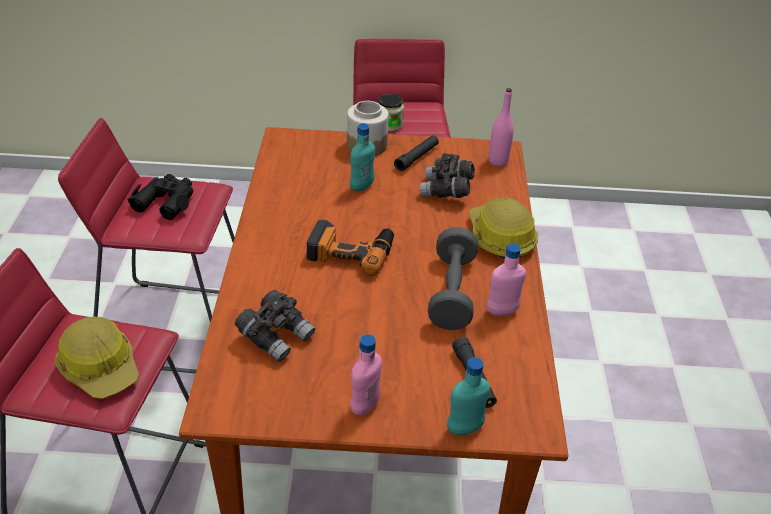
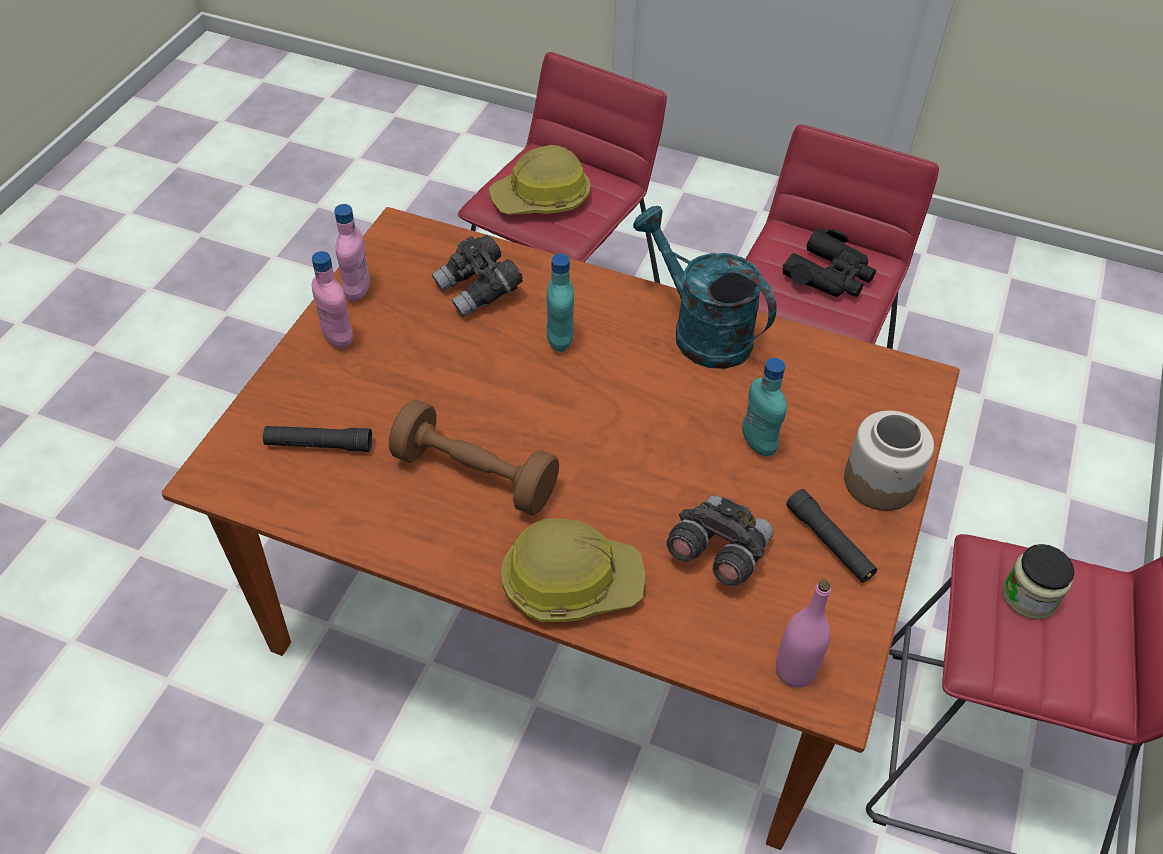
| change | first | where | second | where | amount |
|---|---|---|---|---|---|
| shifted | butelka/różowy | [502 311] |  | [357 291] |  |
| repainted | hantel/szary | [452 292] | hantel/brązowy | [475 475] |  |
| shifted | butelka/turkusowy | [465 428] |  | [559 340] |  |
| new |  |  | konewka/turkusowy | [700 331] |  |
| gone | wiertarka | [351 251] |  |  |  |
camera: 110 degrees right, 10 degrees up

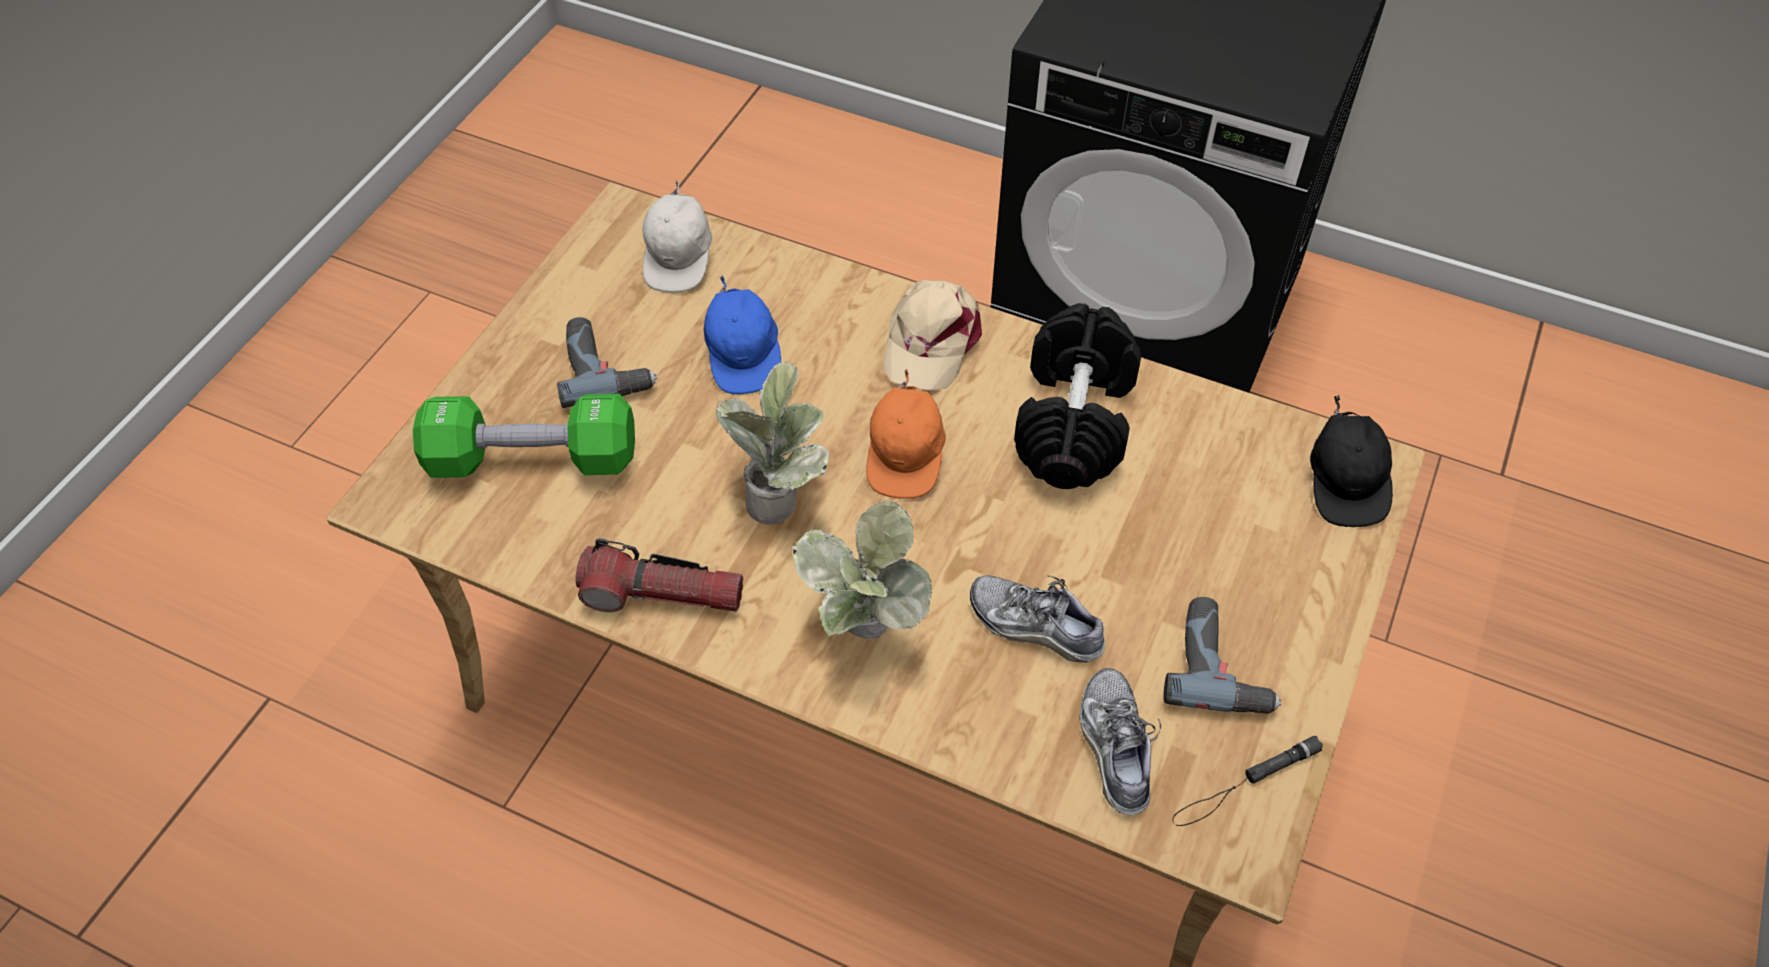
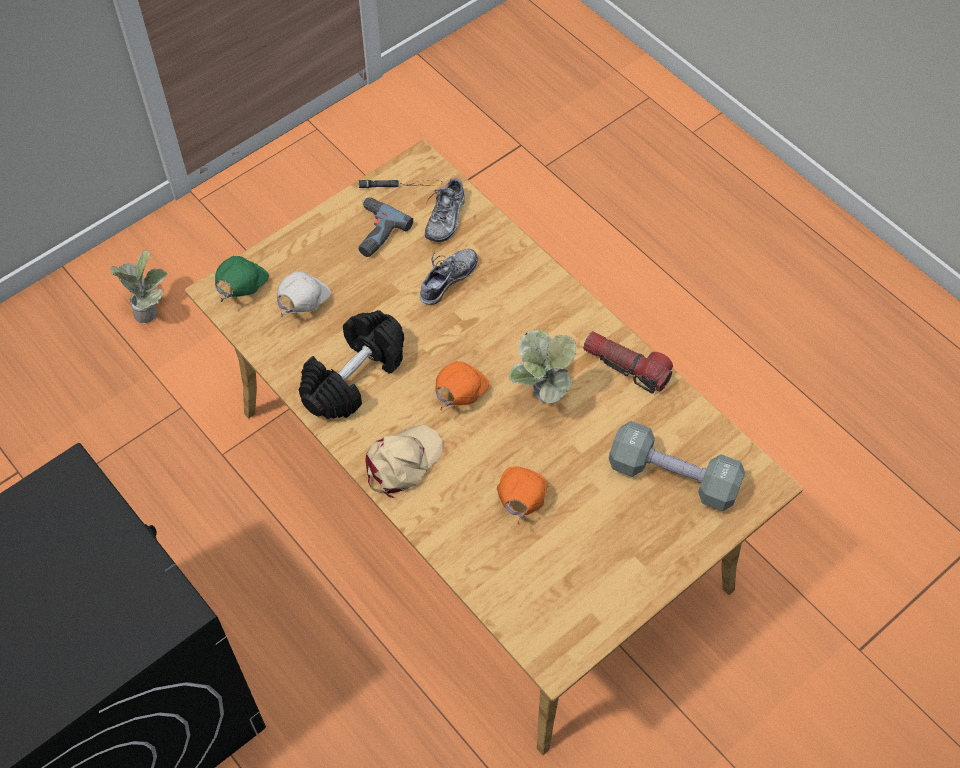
| change | first | where | second | where | amount |
|---|---|---|---|---|---|
| shifted | roślina doniczkowa | [864 635] |  | [150 309] |  |
| repainted | czapka z daszkiem/czarny | [1345 484] | czapka z daszkiem/zielony | [241 287] |  |
| shifted | czapka z daszkiem/biały | [680 259] |  | [303 302] |  |
| rotated | but | [1035 626] |  | [447 280] | 105 degrees counterclockwise |
| repainted | czapka z daszkiem/niebieski | [744 356] | czapka z daszkiem/pomarańczowy | [520 498] |  |
| repainted | hantel/zielony | [533 459] | hantel/szary | [673 476] |  |
| gone | wiertarka | [605 367] |  |  |  |
camera: 155 degrees left, 5 degrees up

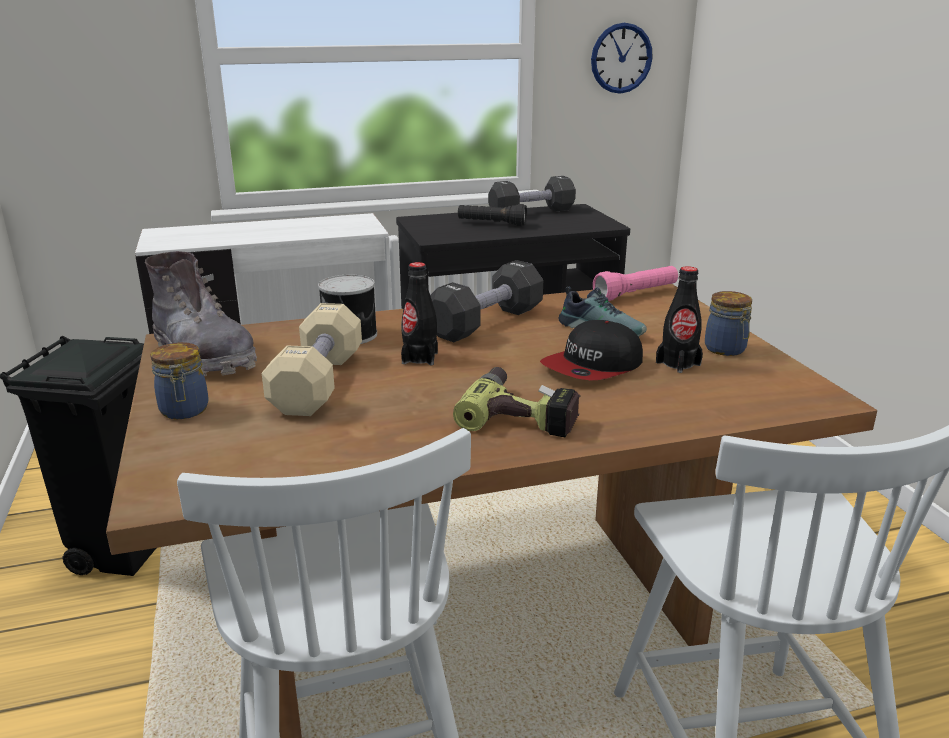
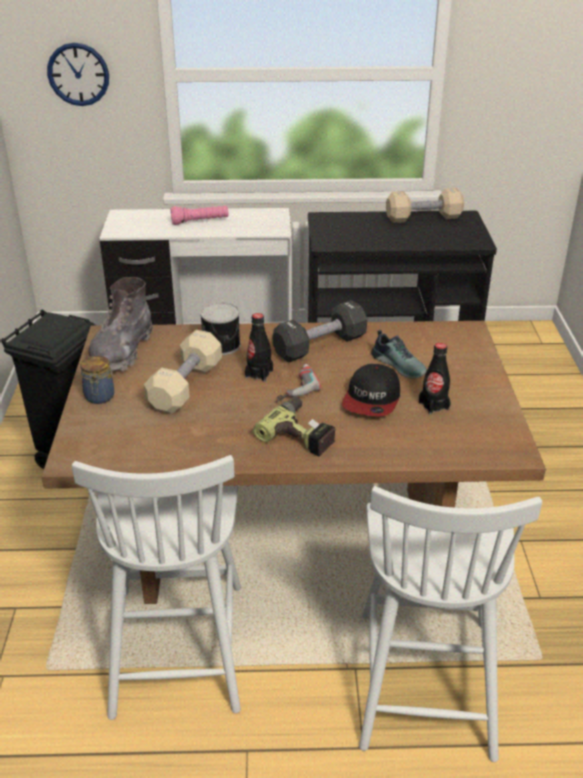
| change | first | where | second | where | amount |
|---|---|---|---|---|---|
| shifted | zegar ścienny | [621 58] |  | [78 74] |  |
| rotated | but z cholewką/szary | [204 356] |  | [122 351] | 45 degrees clockwise |
| shifted | latarka/różowy | [636 294] |  | [200 222] |  |
| new |  |  | wiertarka | [292 387] |  |
| rotated | czapka z daszkiem | [593 367] |  | [372 399] | 45 degrees counterclockwise |
| repainted | hantel/czarny | [531 212] | hantel/beżowy | [423 218] |  |
| gone | latarka/czarny | [491 224] |  |  |  |
| gone | słoik | [726 349] |  |  |  |
camera: 15 degrees right, 10 degrees up

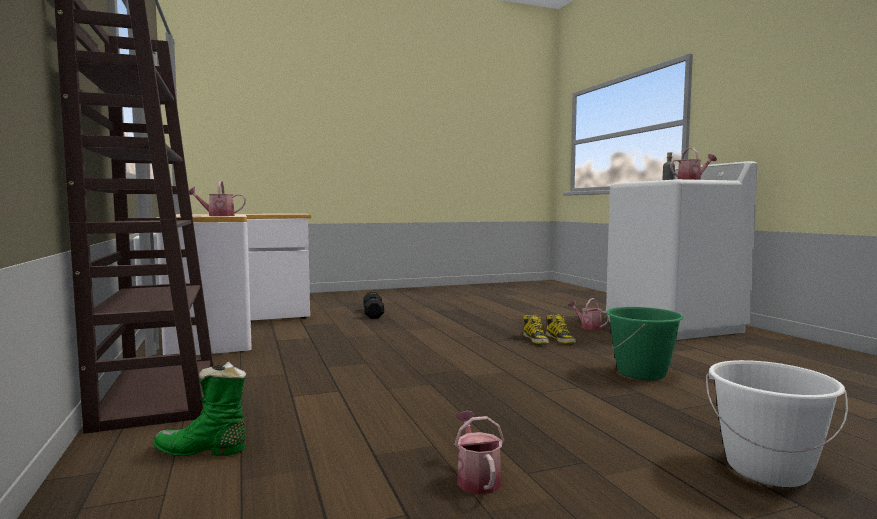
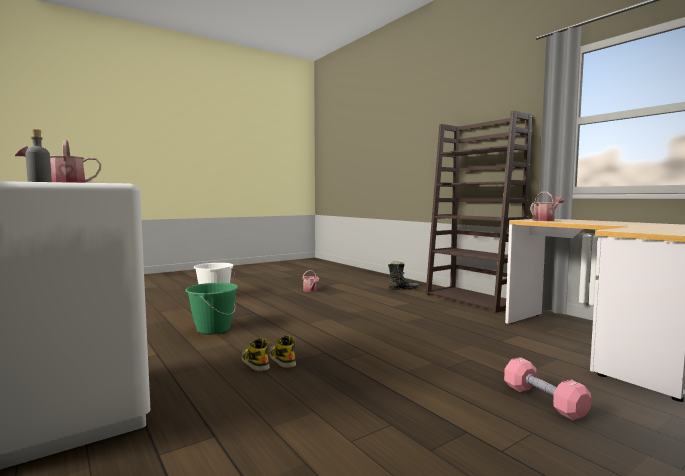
| change | first | where | second | where | amount |
|---|---|---|---|---|---|
| repainted | but z cholewką/zielony | [201 450] | but z cholewką/czarny | [403 289] |  |
| repainted | hantel/czarny | [373 314] | hantel/różowy | [543 401] |  |
| gone | konewka | [588 327] |  |  |  |
camera: 165 degrees right, 0 degrees up

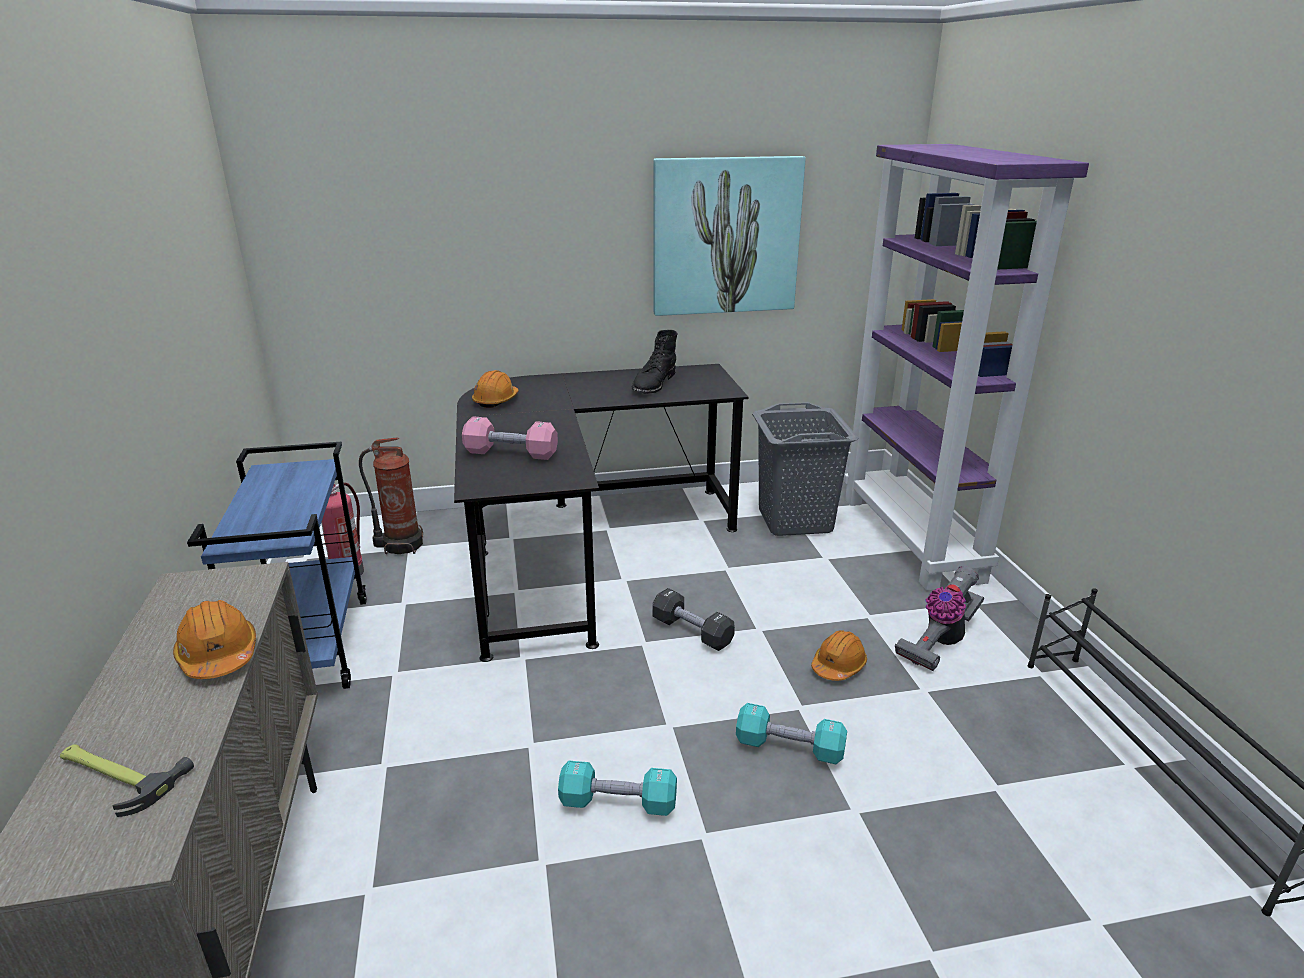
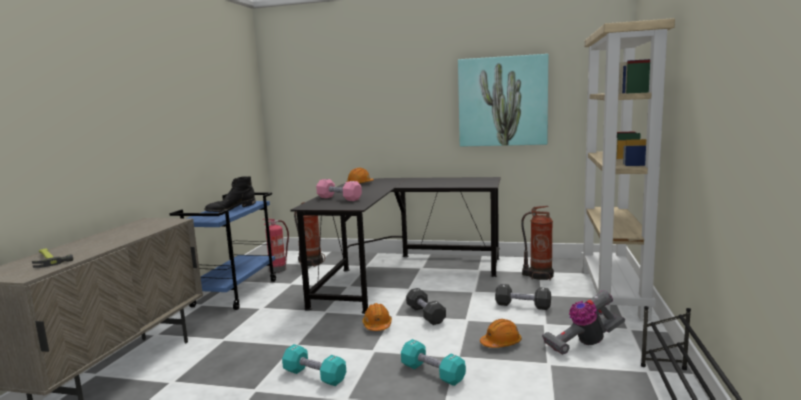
| change | first | where | second | where | amount |
|---|---|---|---|---|---|
| shifted | but z cholewką/czarny | [653 384] |  | [230 208] |  |
| shifted | kask/pomarańczowy | [218 655] |  | [377 325] |  |
| new |  |  | hantel/czarny | [522 306] |  |
| swapped | kosz na pranie/szary | [795 520] | gaśnica | [539 276] |  |
| repainted | regał/fioletowy | [912 538] | regał/beżowy | [614 293] |  |
camera: 25 degrees right, 15 degrees down

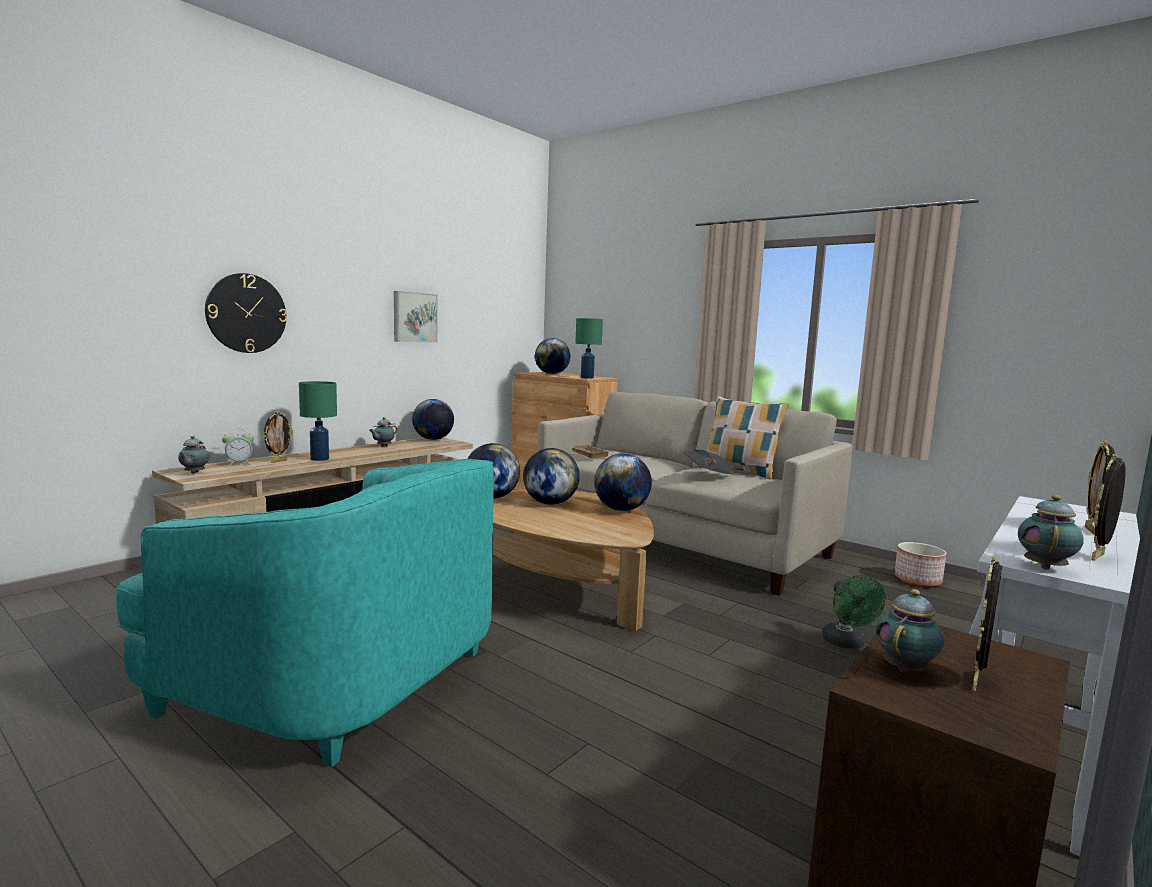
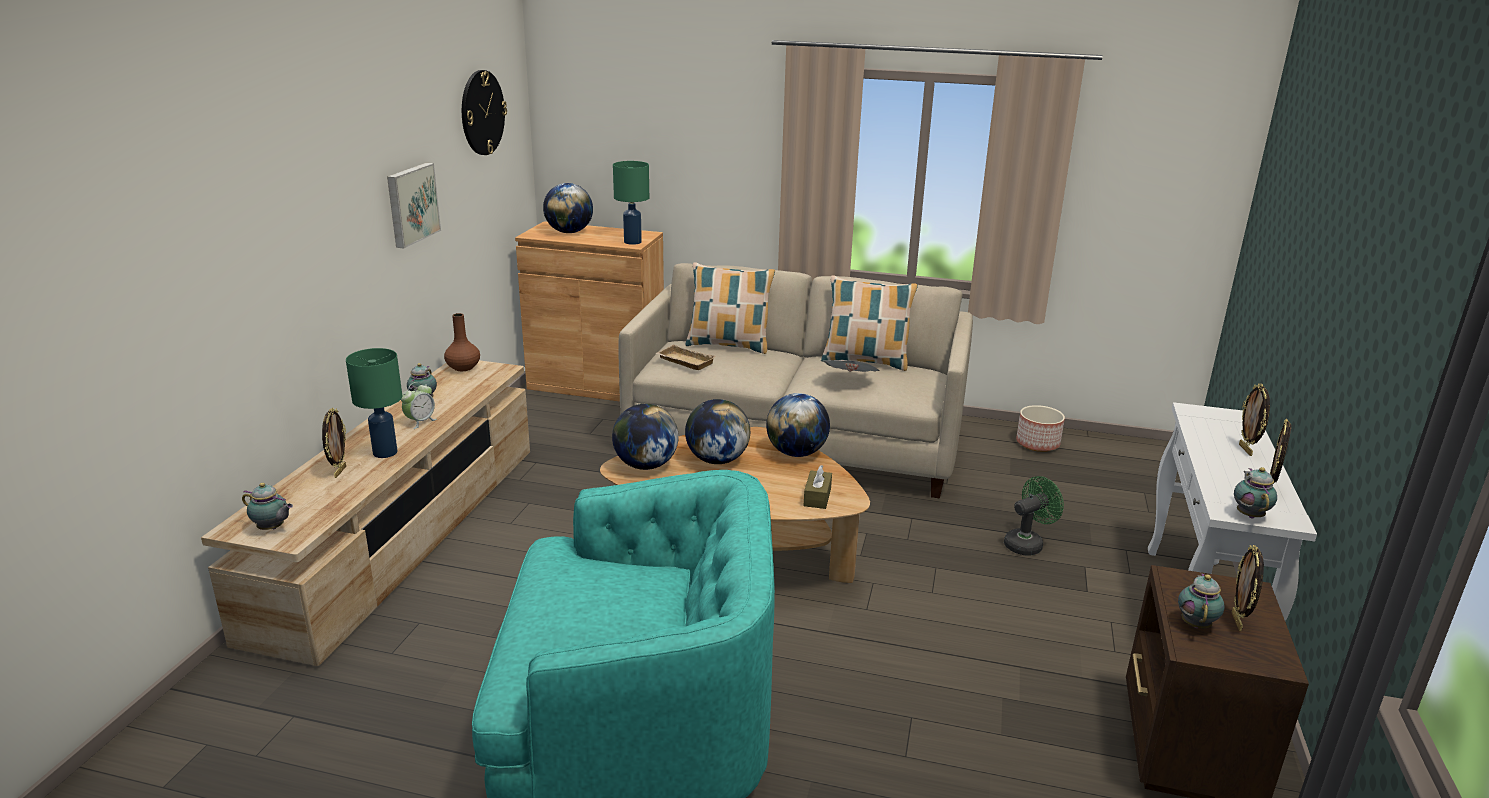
| change | first | where | second | where | amount |
|---|---|---|---|---|---|
| rotated | imbryk | [193 473] |  | [272 528] | 45 degrees counterclockwise |
| shifted | budzik | [239 463] |  | [420 422] |  |
| swapped | globus | [433 439] | wazon/brązowy | [463 368] |  |
| shifted | zegar ścienny | [246 313] |  | [482 112] |  |
| new |  |  | poduszka | [729 345] |  |
| new |  |  | pudełko chusteczek/brązowy | [817 497] |  |
| rotated | wentylator/zielony | [847 644] |  | [1027 544] | 90 degrees counterclockwise |
camera: 25 degrees left, 15 degrees up

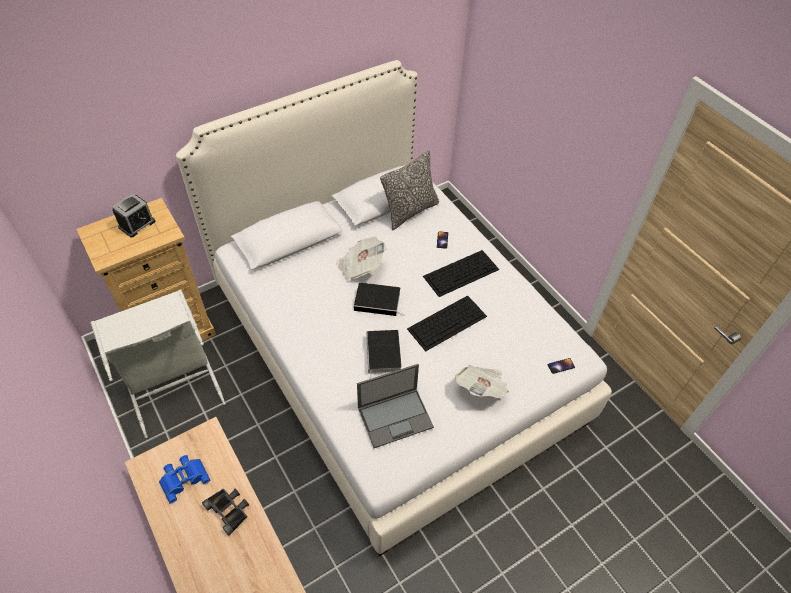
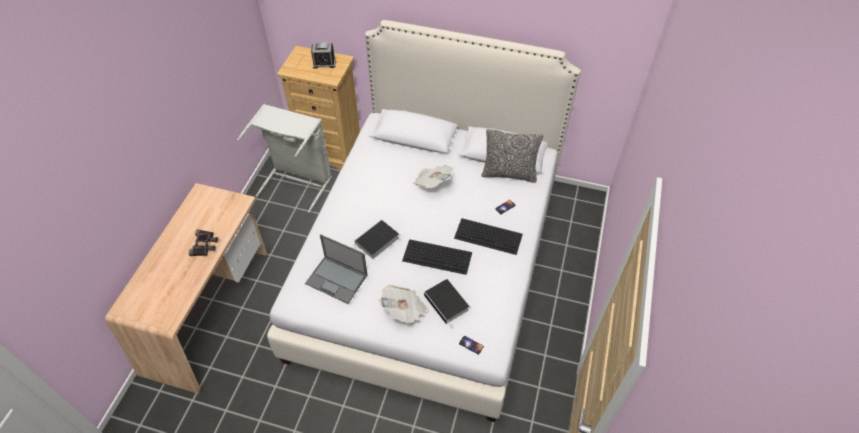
| change | first | where | second | where | amount |
|---|---|---|---|---|---|
| shifted | książka | [379 301] |  | [447 303] |  |
| gone | lornetka/niebieski | [183 478] |  |  |  |
camera: 50 degrees right, 0 degrees up

